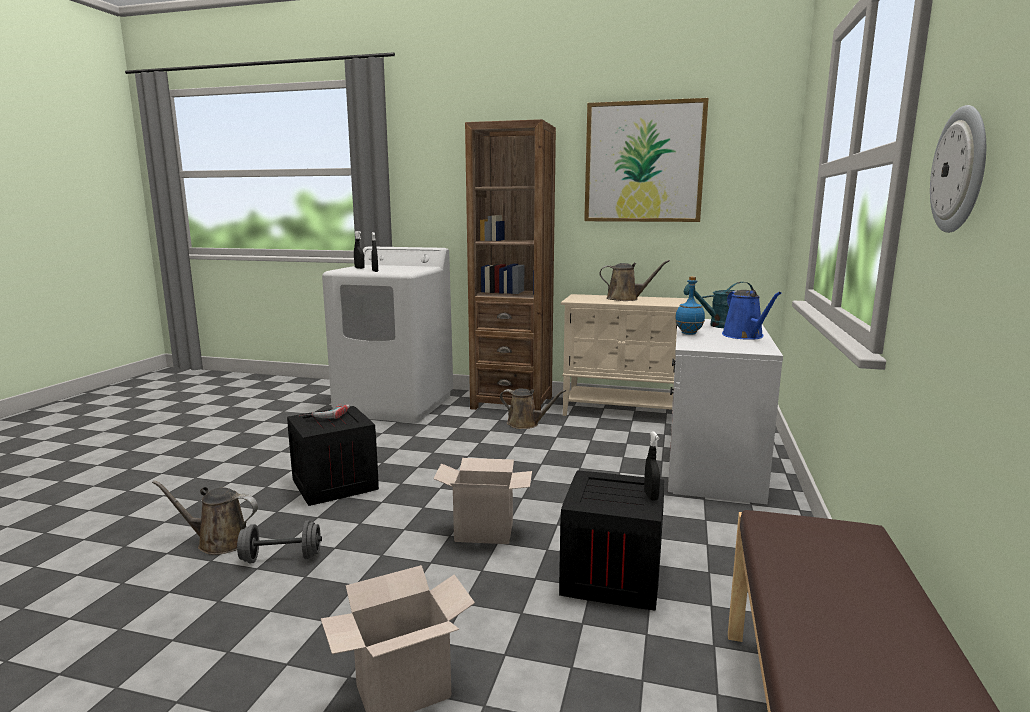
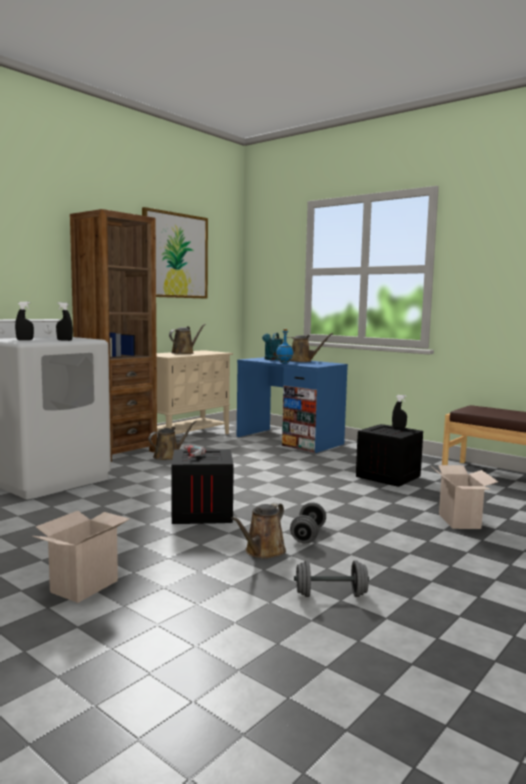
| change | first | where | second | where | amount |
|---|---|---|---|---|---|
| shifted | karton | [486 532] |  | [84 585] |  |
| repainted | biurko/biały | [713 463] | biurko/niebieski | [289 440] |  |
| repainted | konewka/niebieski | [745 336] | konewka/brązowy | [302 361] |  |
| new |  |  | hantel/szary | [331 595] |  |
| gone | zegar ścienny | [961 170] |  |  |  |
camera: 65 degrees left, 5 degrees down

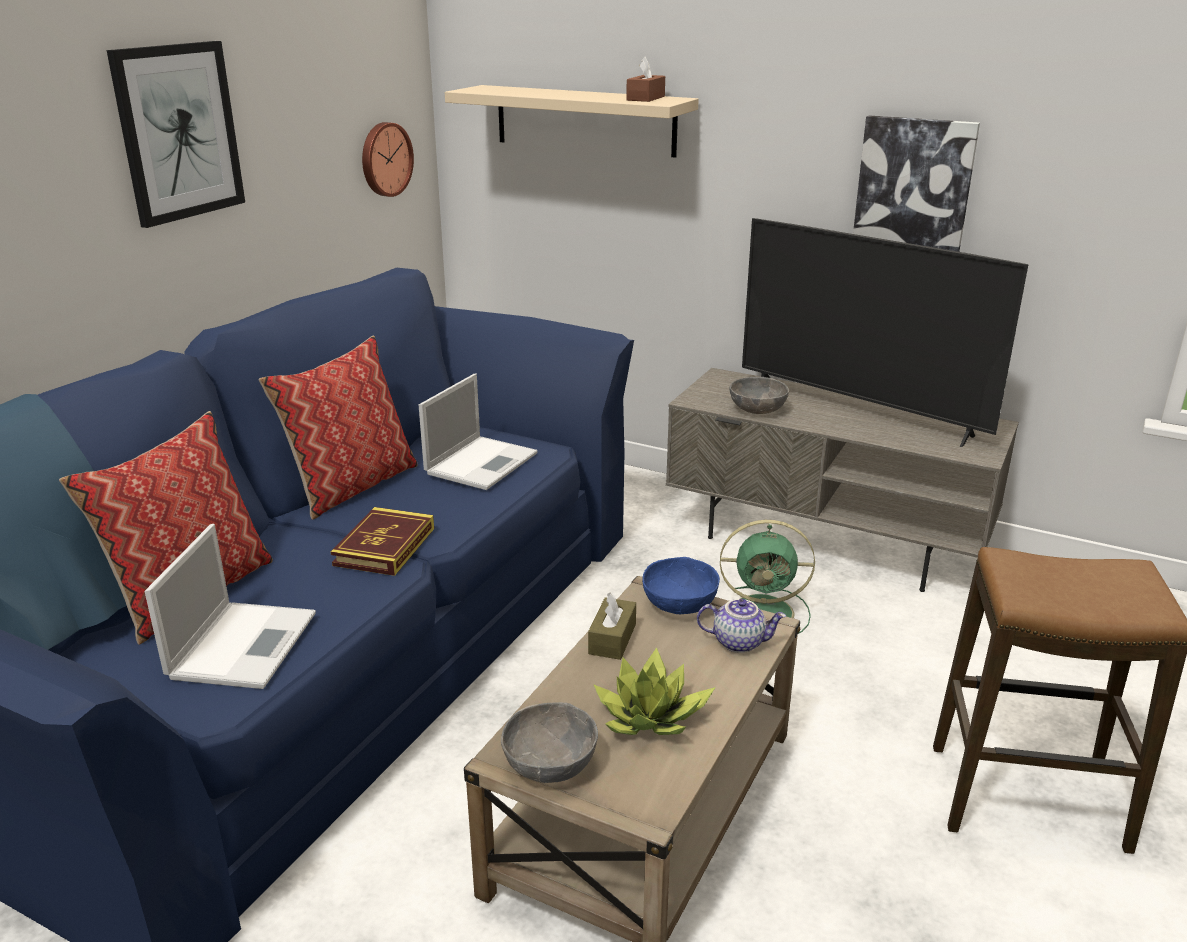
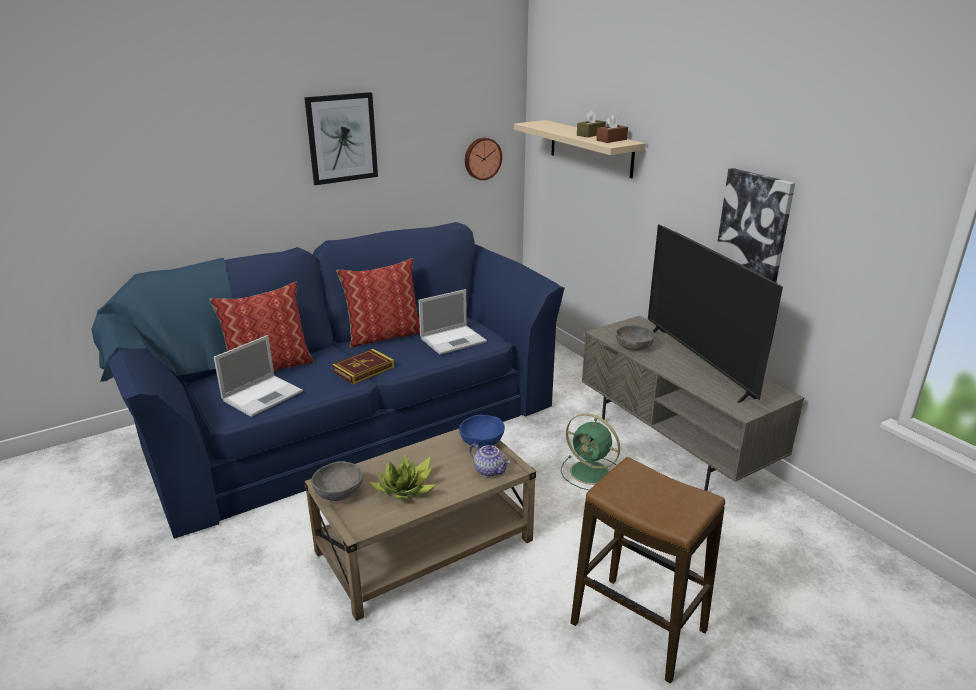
| change | first | where | second | where | amount |
|---|---|---|---|---|---|
| shifted | pudełko chusteczek/brązowy | [612 639] |  | [590 134] |  |
camera: 30 degrees right, 0 degrees up

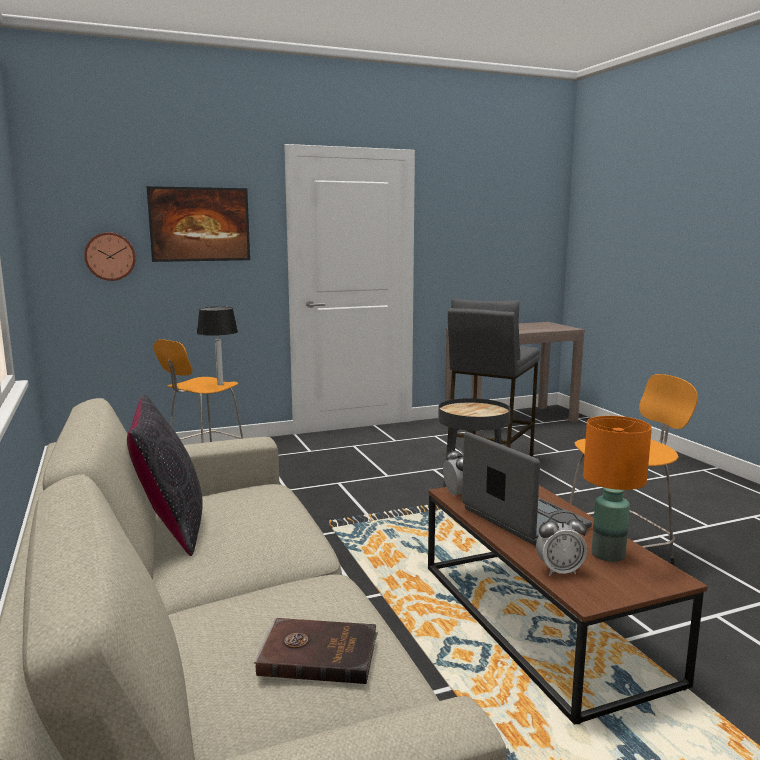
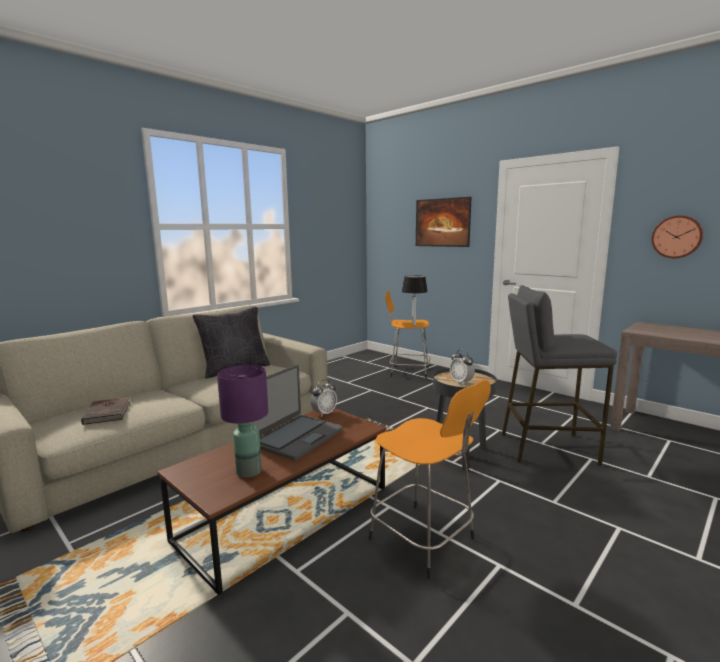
| change | first | where | second | where | amount |
|---|---|---|---|---|---|
| repainted | lampa stołowa/pomarańczowy | [608 554] | lampa stołowa/fioletowy | [249 471] |  |
| shifted | budzik | [559 571] |  | [461 382] |  |
| shifted | zegar ścienny | [110 256] |  | [677 237] |  |
camera: 65 degrees right, 0 degrees up

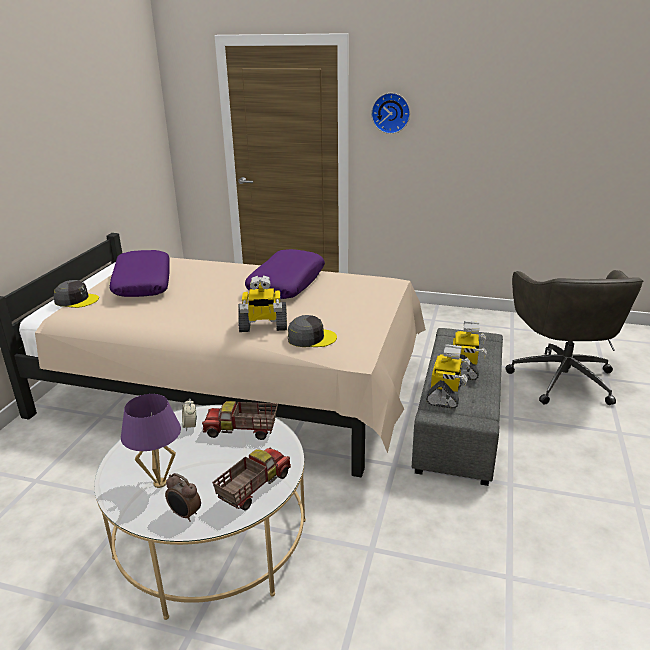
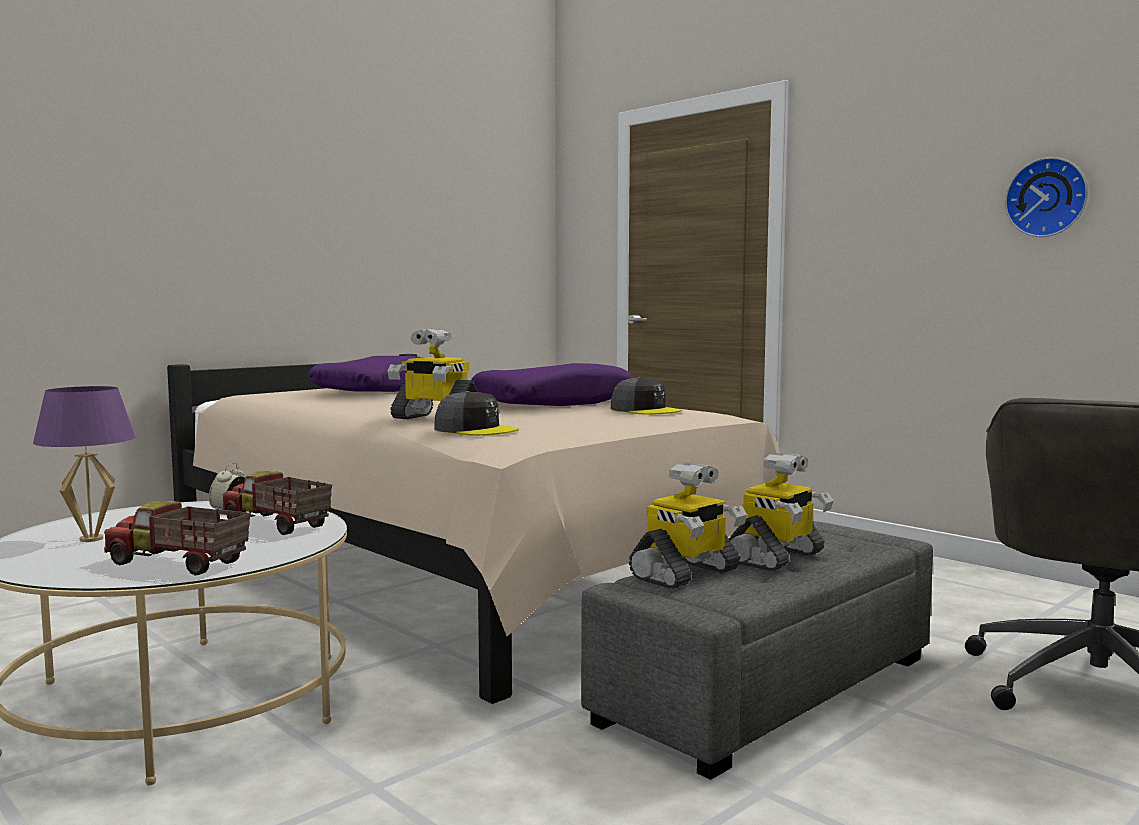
| change | first | where | second | where | amount |
|---|---|---|---|---|---|
| rotated | ciężarówka zabawkowa | [253 488] |  | [178 564] | 135 degrees counterclockwise |
| shifted | czapka z daszkiem/szary | [76 300] |  | [645 410] |  |
| shifted | zegar ścienny | [391 113] |  | [1047 197] |  |
| gone | budzik | [185 515] |  |  |  |
camera: 30 degrees right, 20 degrees down

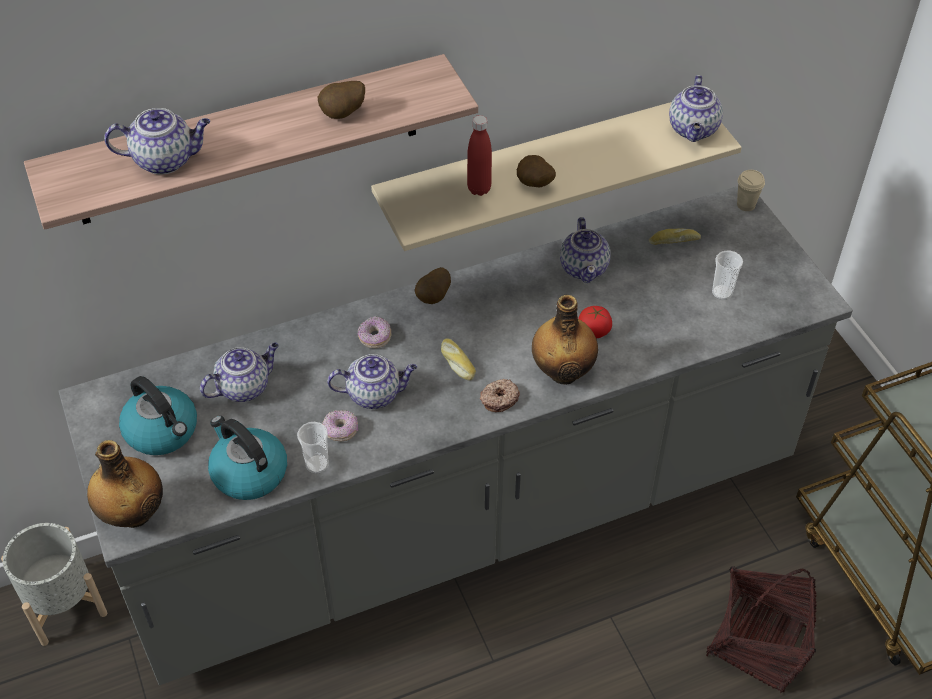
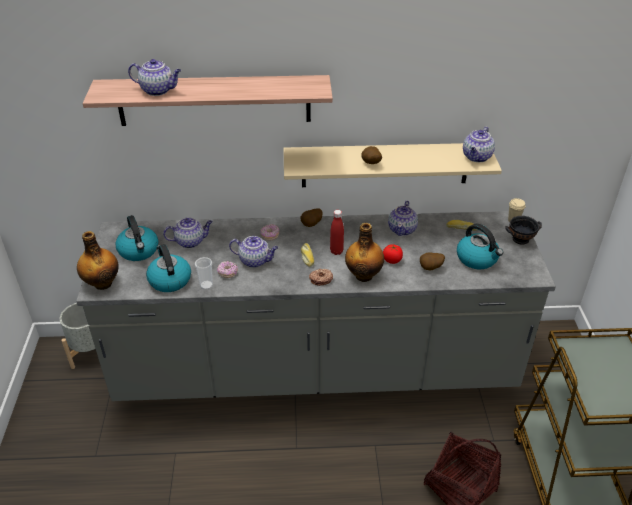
| change | first | where | second | where | amount |
|---|---|---|---|---|---|
| shifted | butelka/czerwony | [479 189] |  | [336 251] |  |
| shifted | ziemniak | [343 115] |  | [430 268] |  |
| swapped | filiżanka | [722 292] | czajnik | [477 259] |  |
| new |  |  | miska/czarny | [519 239] |  |
camera: 20 degrees right, 10 degrees down

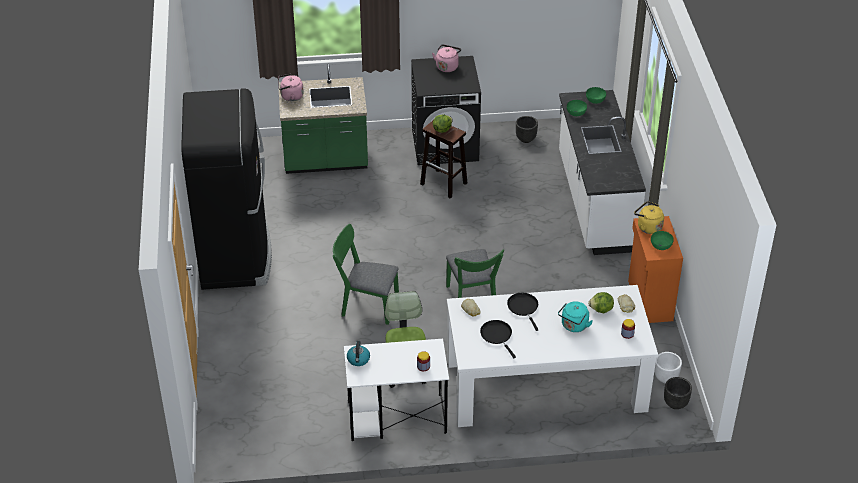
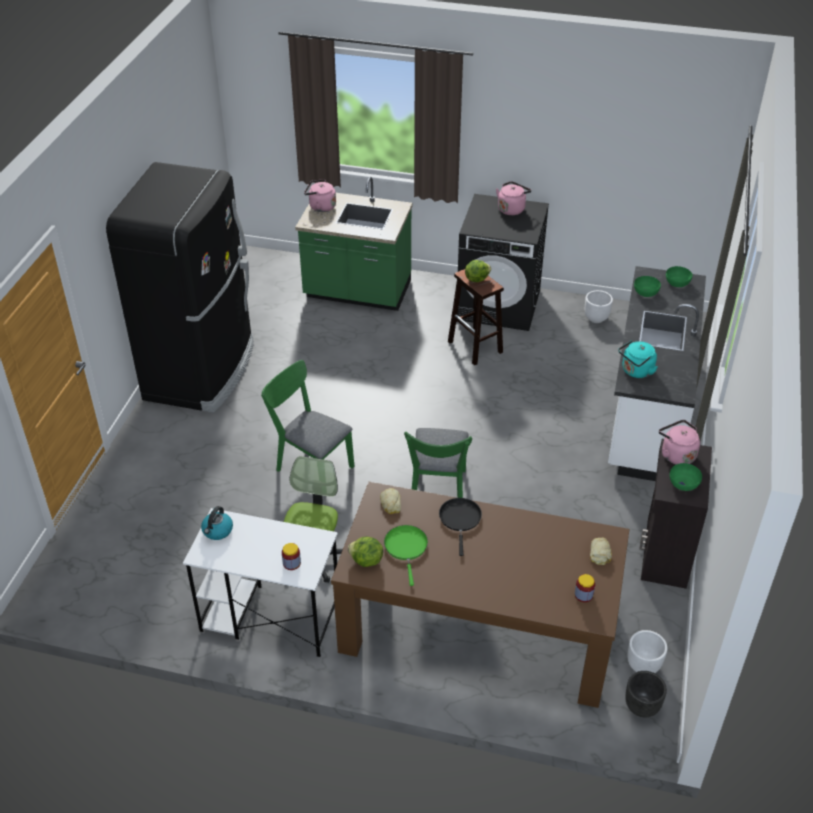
| change | first | where | second | where | amount |
|---|---|---|---|---|---|
| repainted | stół jadalny/biały | [545 384] | stół jadalny/brązowy | [478 627] |  |
| shifted | sałata | [601 310] |  | [366 561] |  |
| repainted | patelnia/czarny | [497 335] | patelnia/zielony | [406 548] |  |
| repainted | donica/czarny | [526 139] | donica/biały | [596 318] |  |
| shifted | czajnik/turkusowy | [574 326] |  | [636 371] |  |
| repainted | szafka/pomarańczowy | [649 301] | szafka/czarny | [664 553] |  |
| repainted | czajnik/żółty | [648 227] | czajnik/różowy | [676 454] |  |
camera: 20 degrees right, 0 degrees up

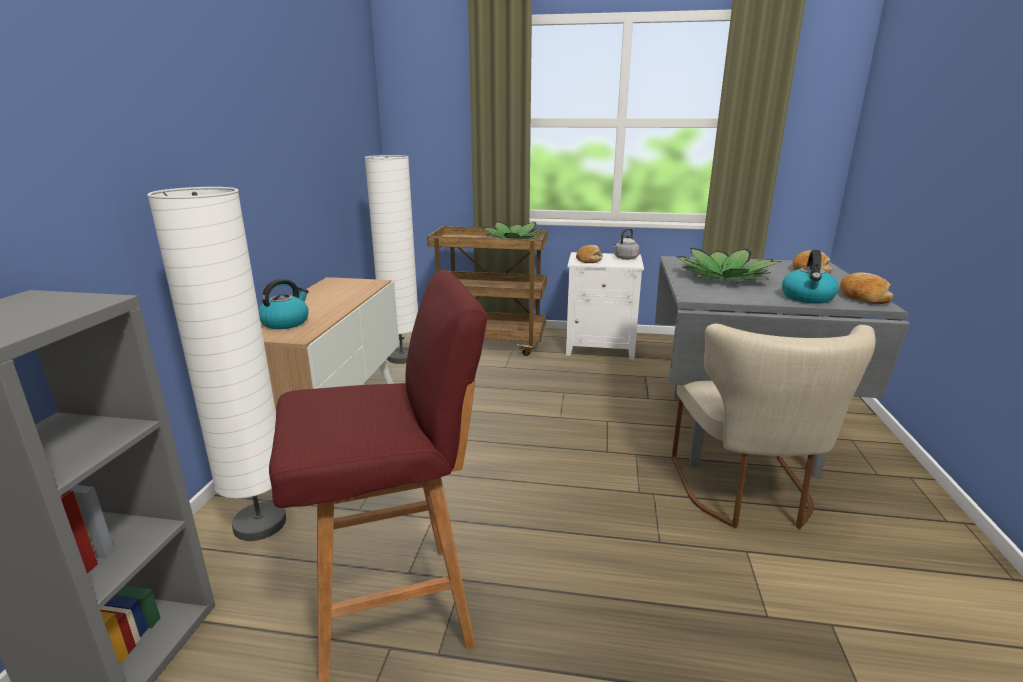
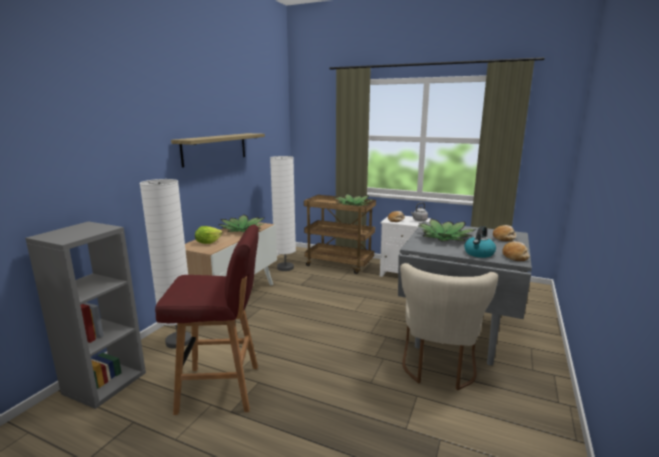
| change | first | where | second | where | amount |
|---|---|---|---|---|---|
| new |  |  | półka | [215 149] |  |
| swapped | czajnik | [286 322] | sałata | [208 242] |  |
| new |  |  | roślina doniczkowa | [242 229] |  |
camera: 15 degrees right, 5 degrees down

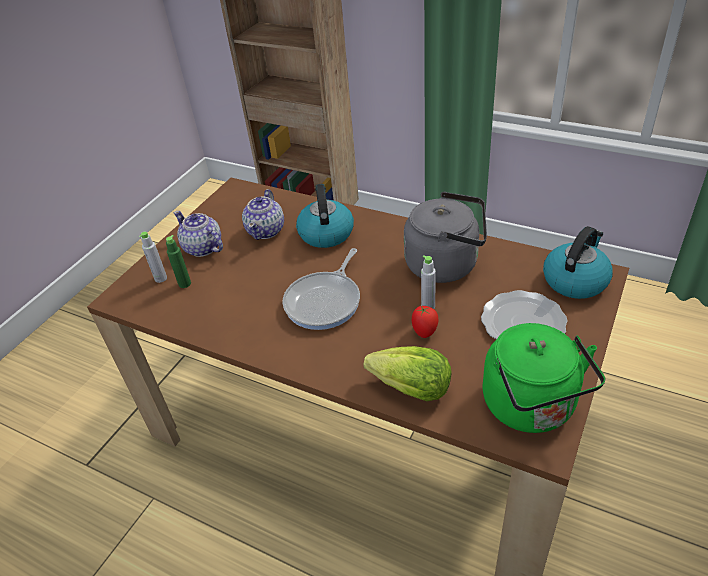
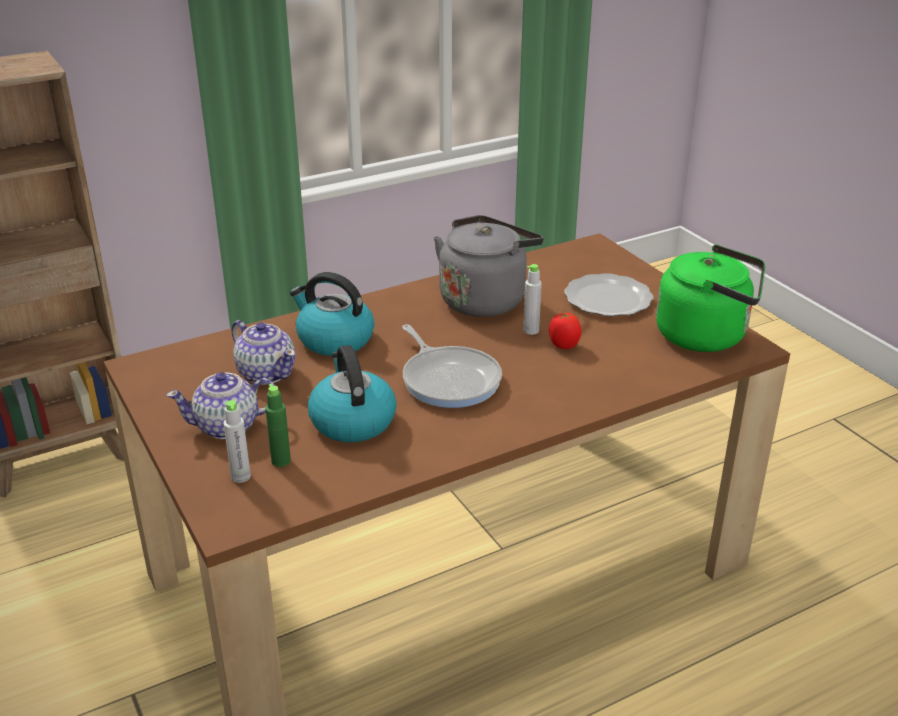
| change | first | where | second | where | amount |
|---|---|---|---|---|---|
| shifted | czajnik | [575 280] |  | [352 421] |  |
| gone | sałata | [412 389] |  |  |  |
camera: 60 degrees left, 10 degrees down

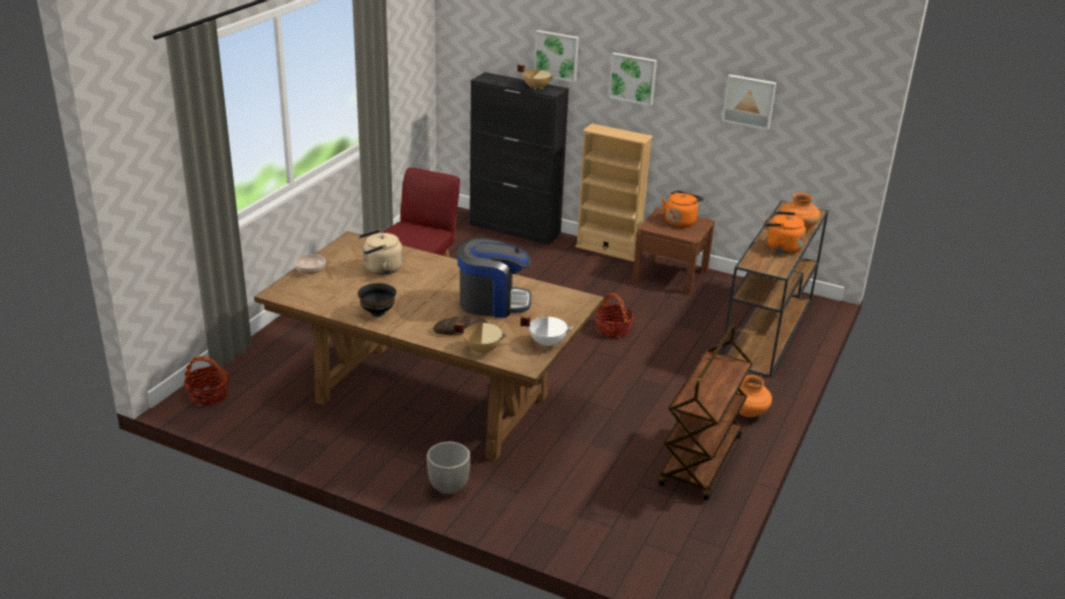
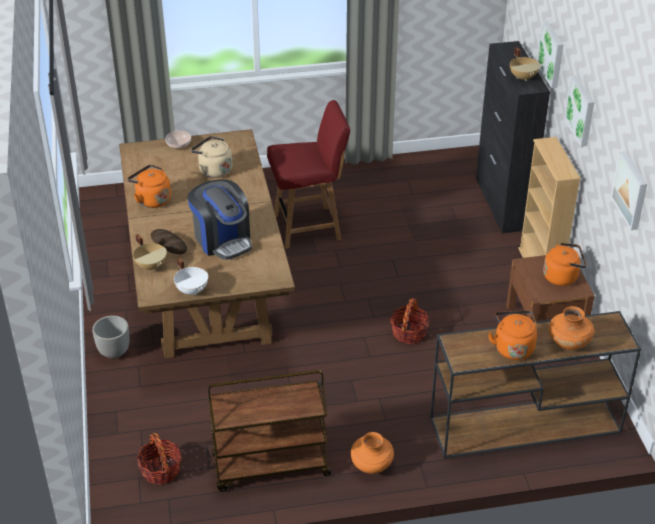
| change | first | where | second | where | amount |
|---|---|---|---|---|---|
| swapped | miska/czarny | [377 313] | czajnik/pomarańczowy | [151 199] |  |
| shifted | koszyk | [208 395] |  | [161 470] |  |
camera: 55 degrees right, 10 degrees up

